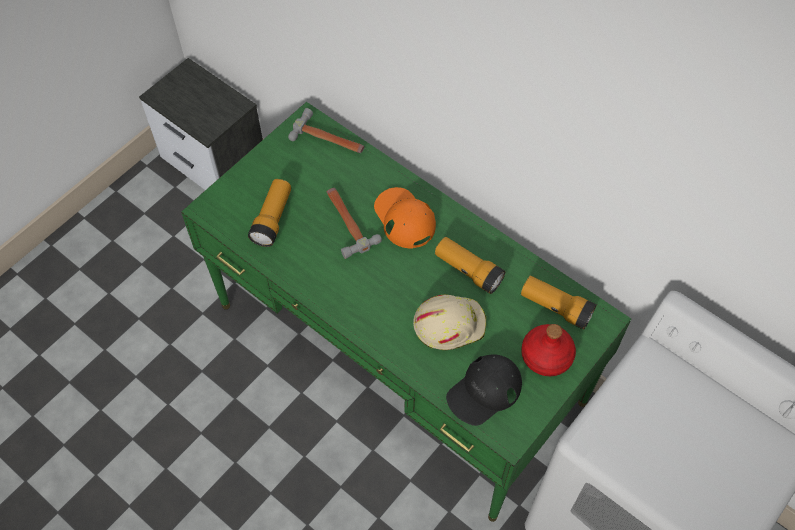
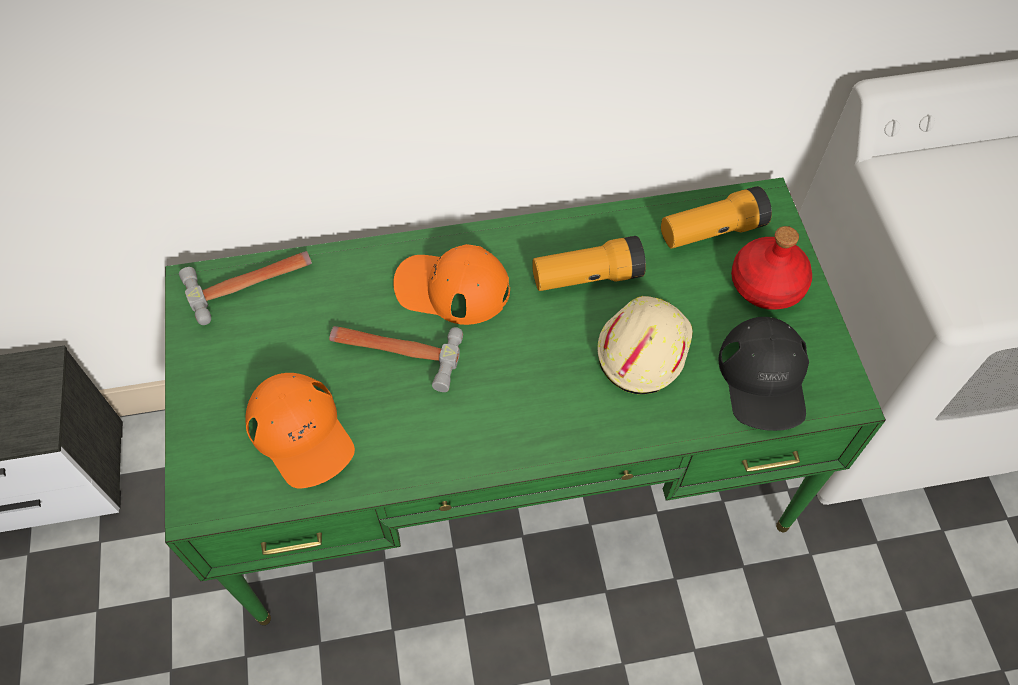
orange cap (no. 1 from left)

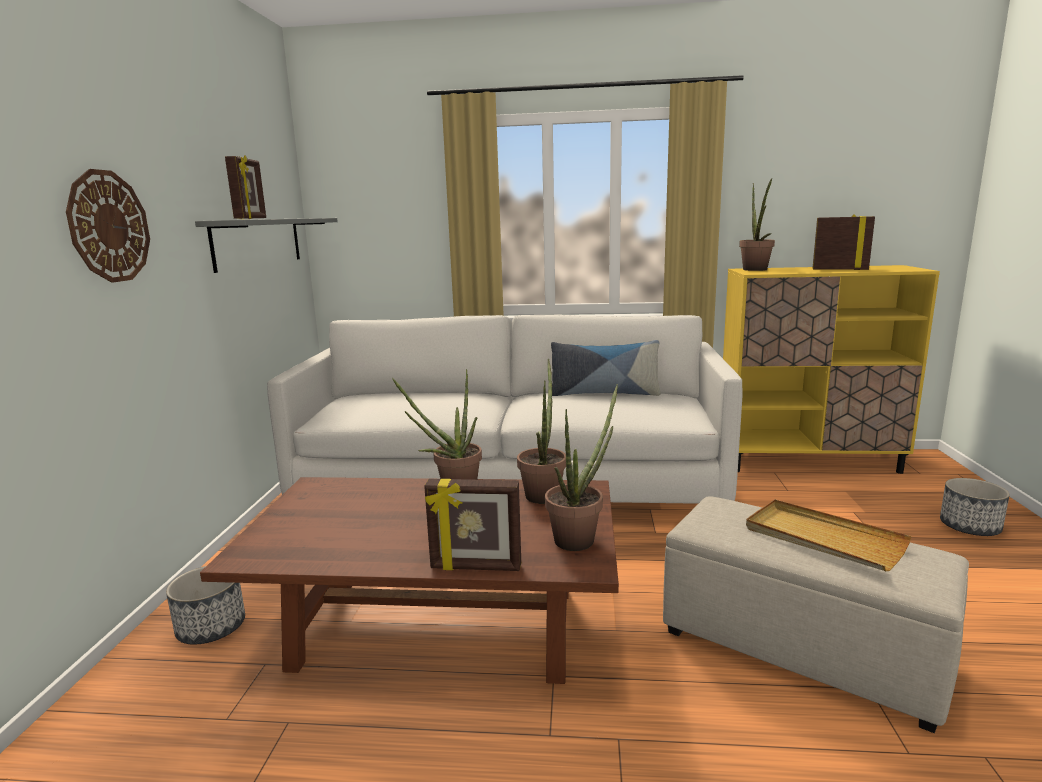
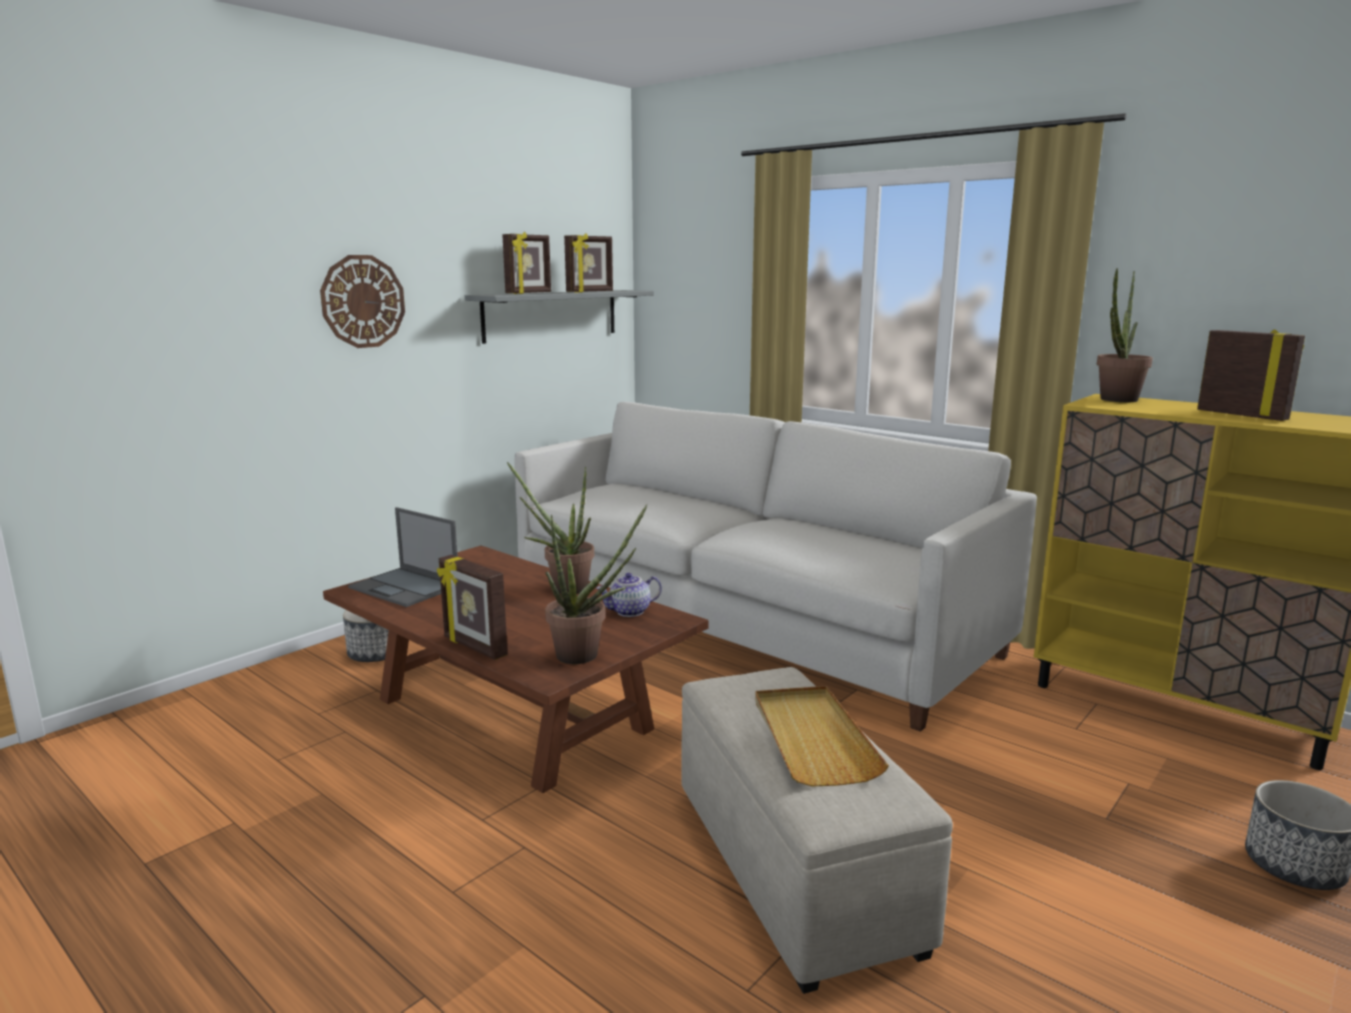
laptop
picture frame (no. 3 from left)
teapot
pillow

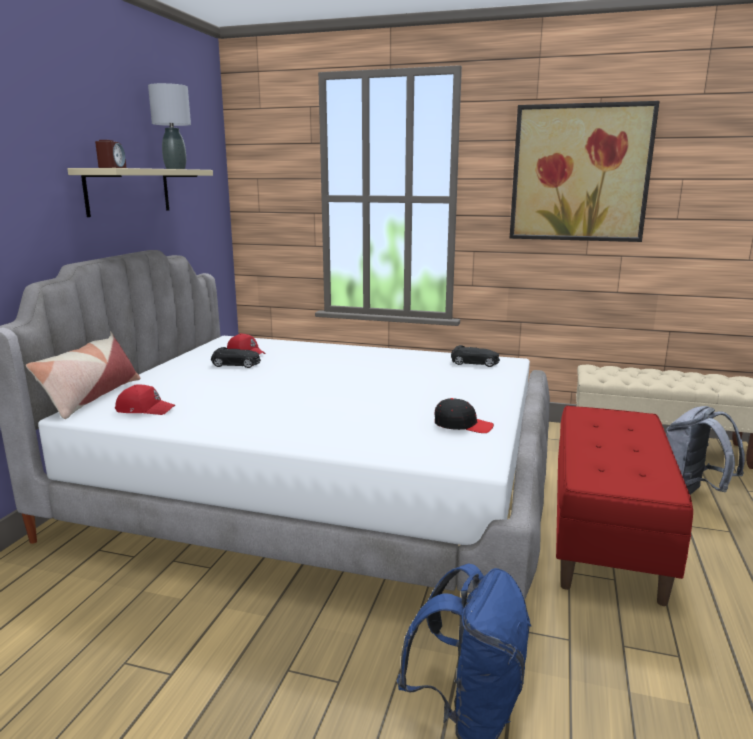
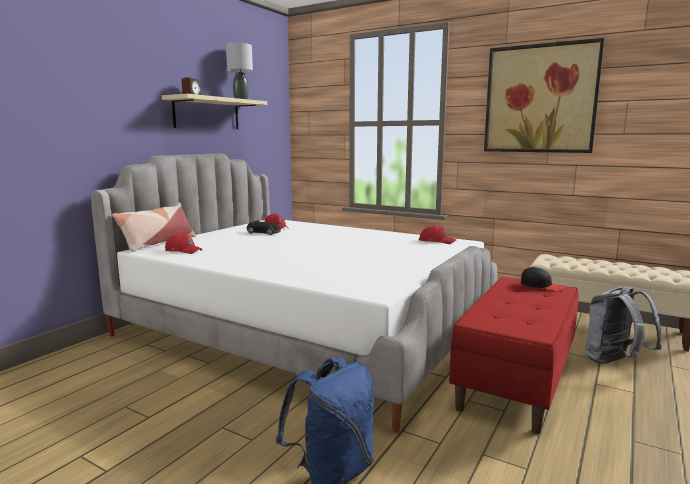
red cap (no. 3 from left)
black cap

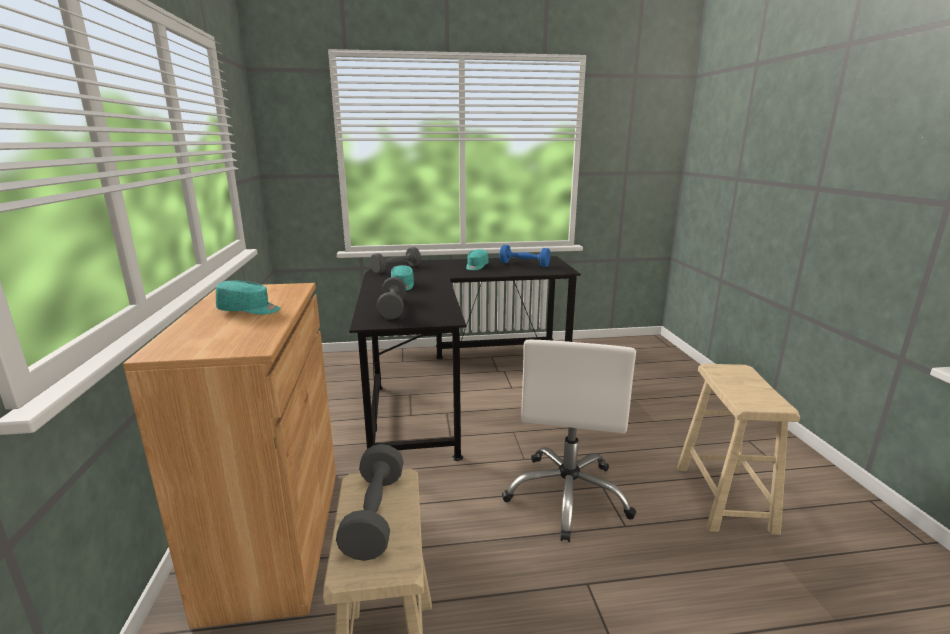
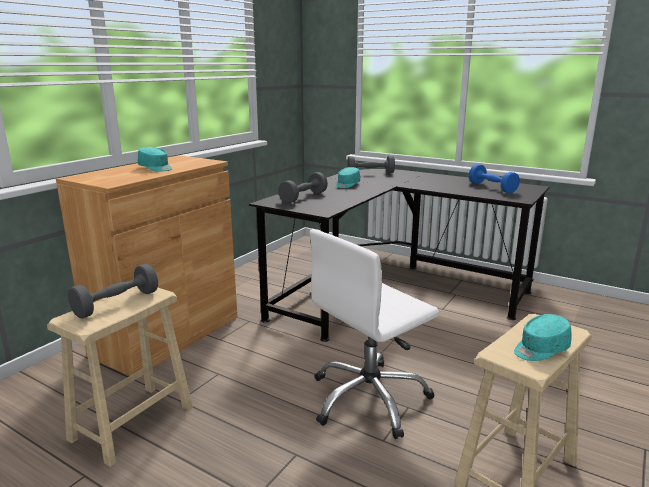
turquoise cap (no. 3 from left)

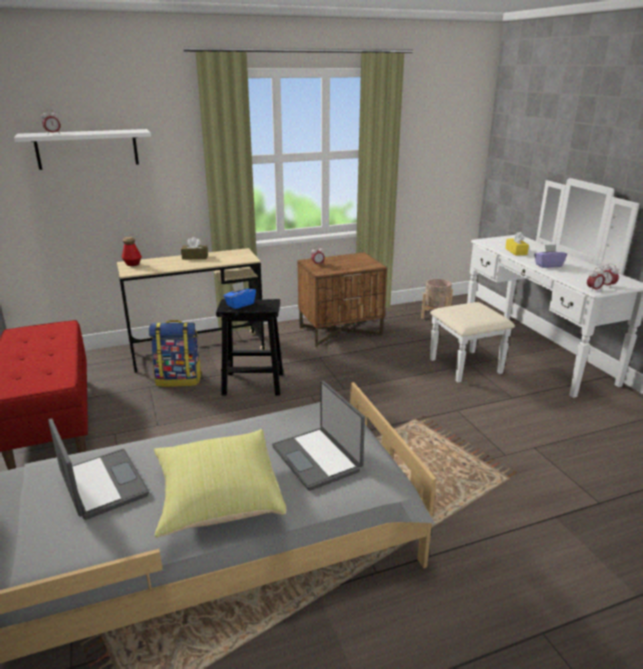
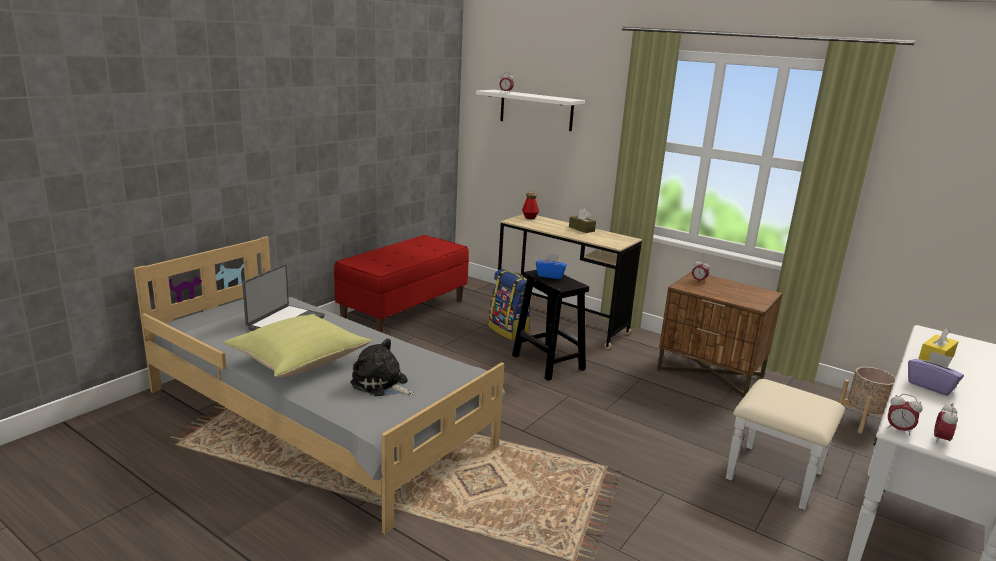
plush toy

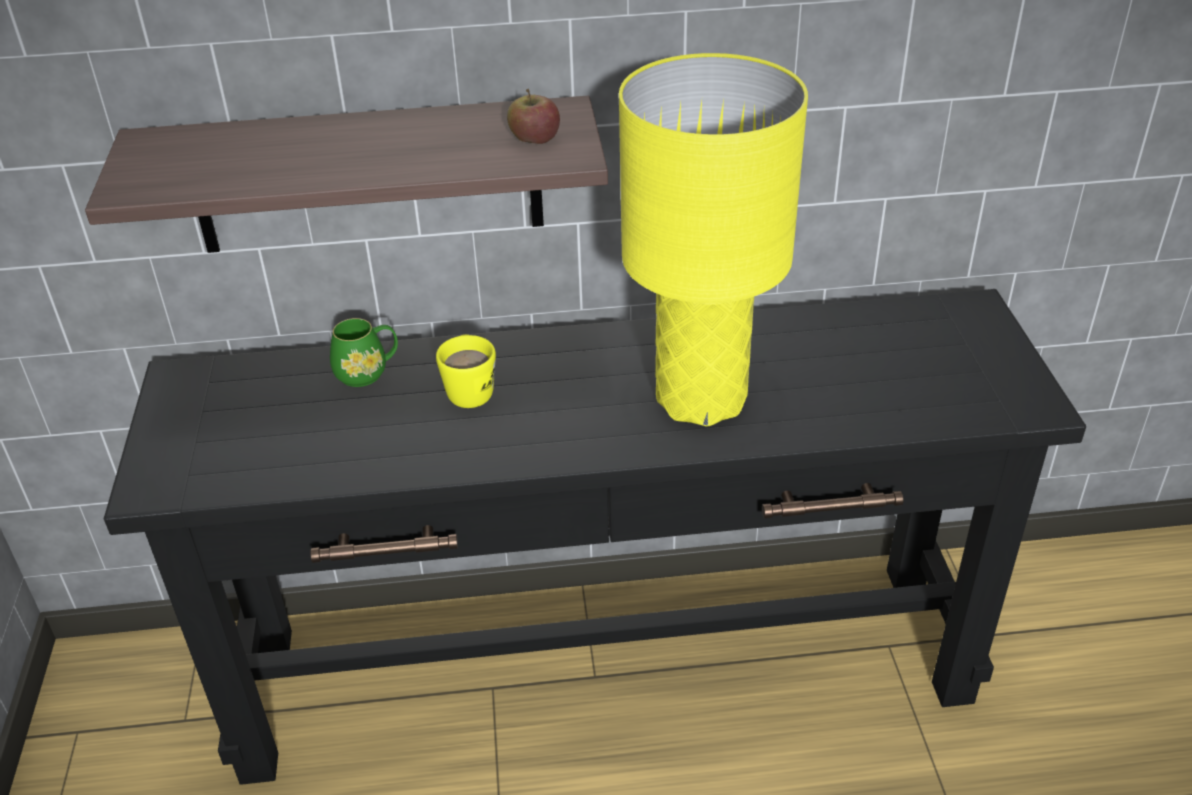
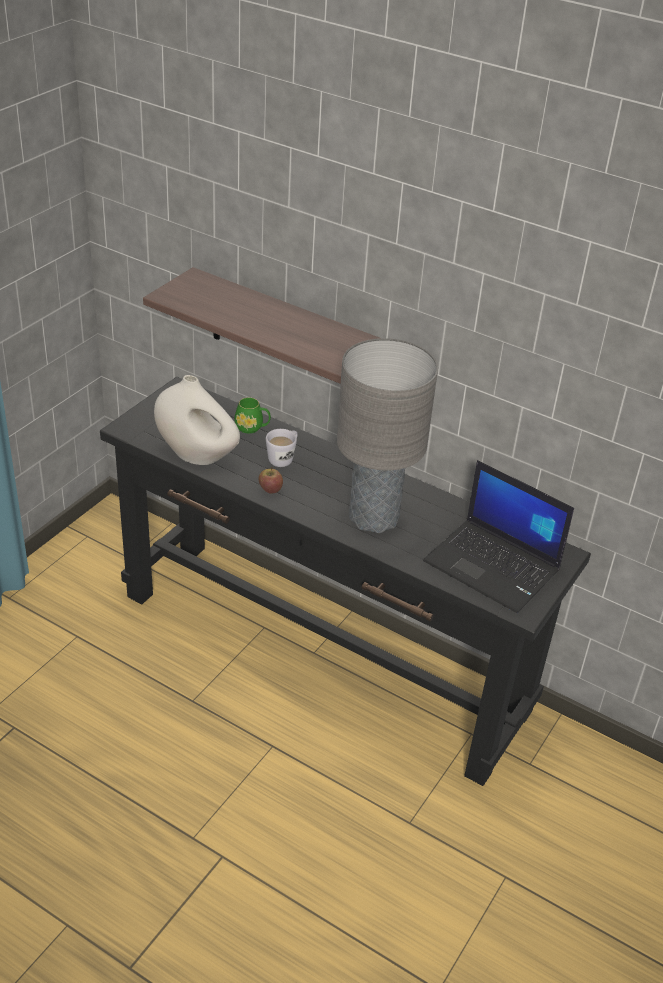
white vase
apple
white mug
grey table lamp
laptop

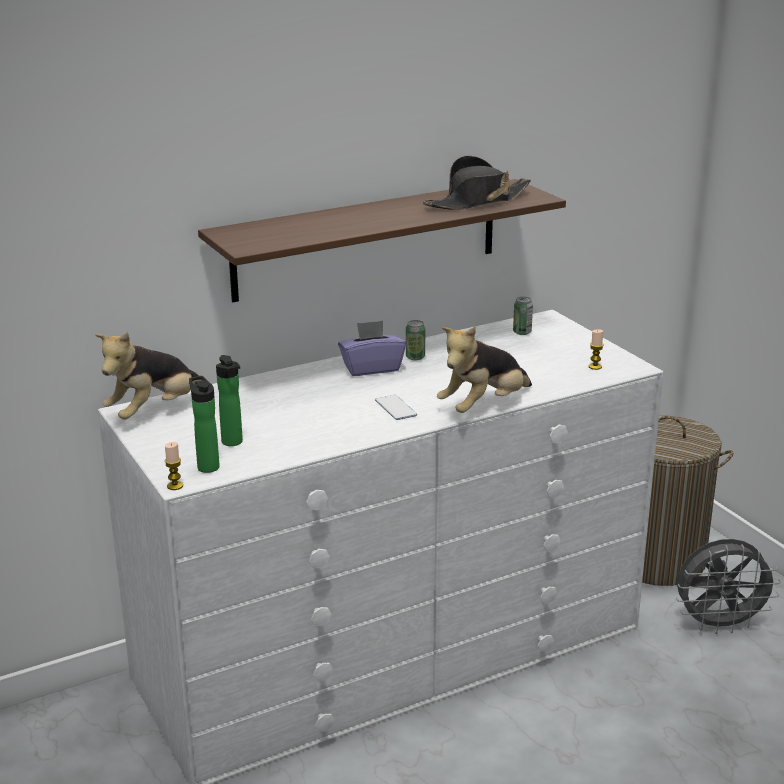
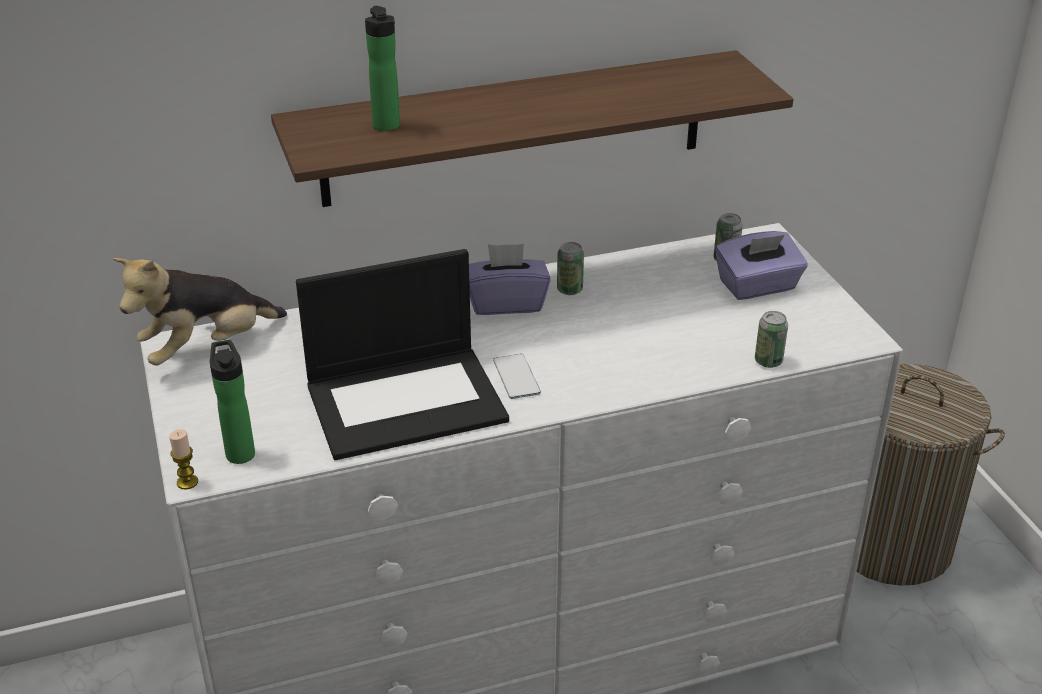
laptop
bottle (no. 2 from left)
purple tissue box (no. 2 from left)
can (no. 3 from left)
black hat
plush toy (no. 2 from left in the first image)
candle (no. 2 from left in the first image)
grey fan

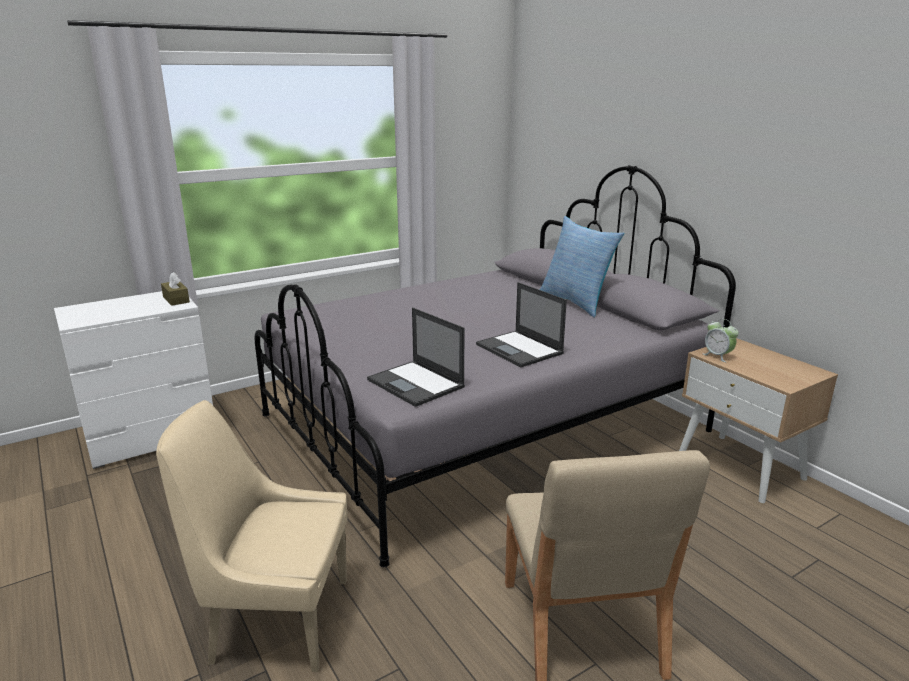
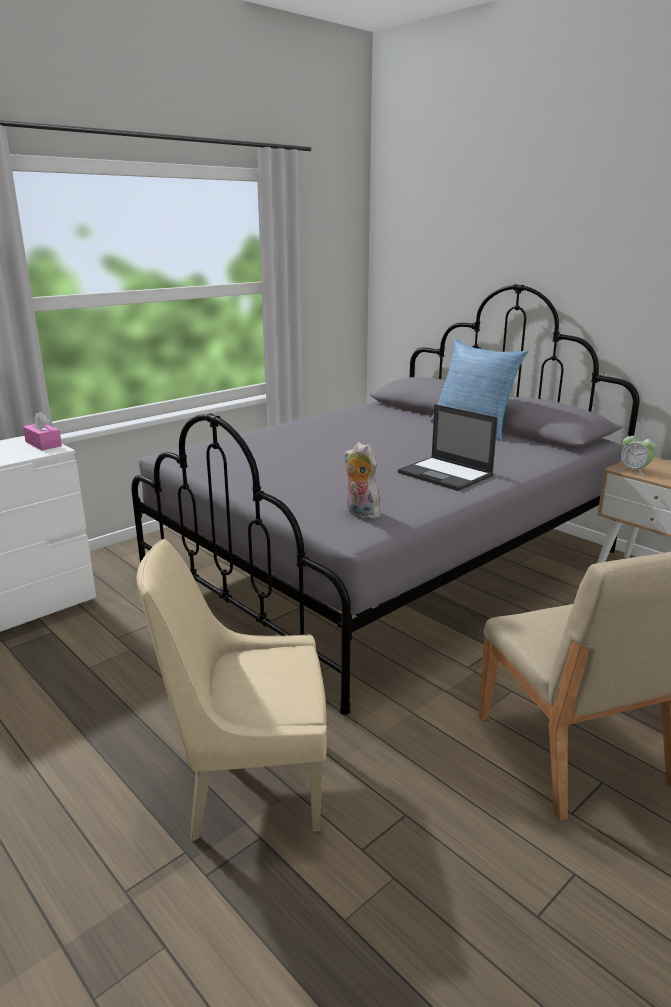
pink tissue box
plush toy

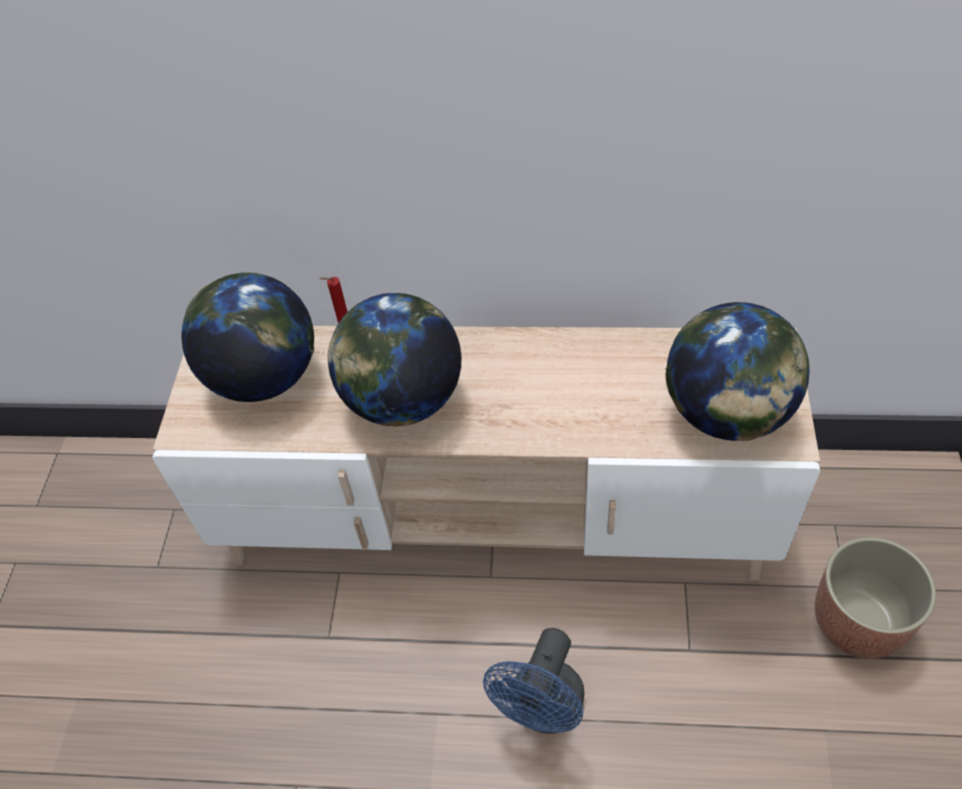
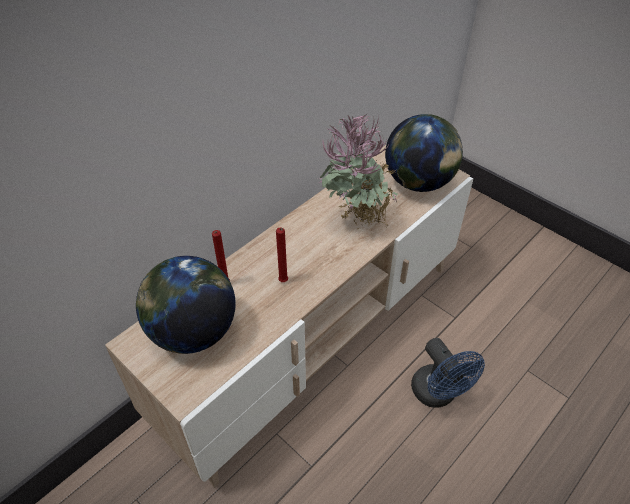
red candle (no. 2 from left)
potted plant
planter

